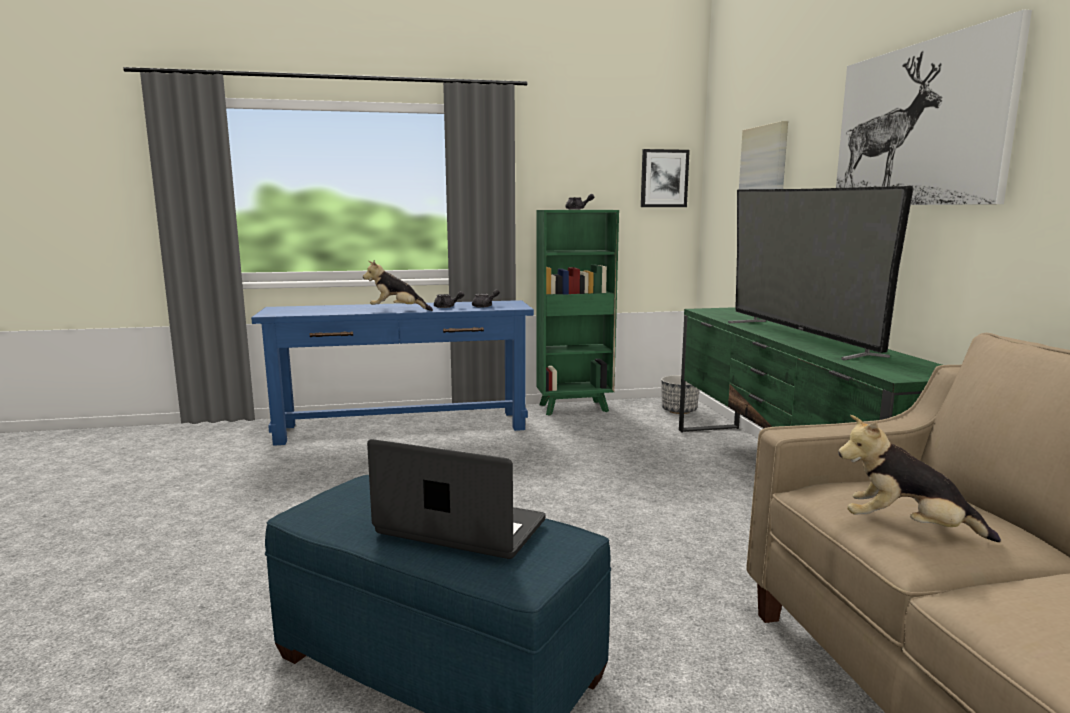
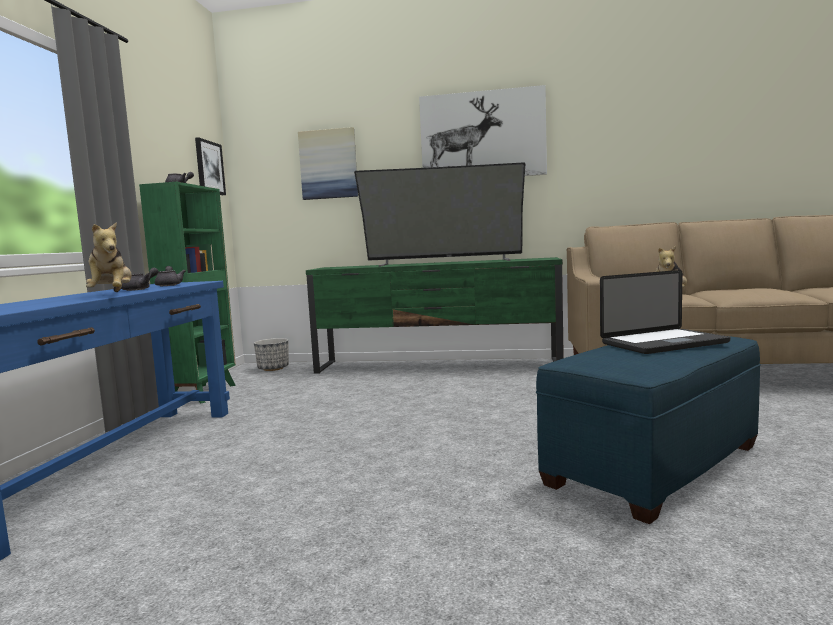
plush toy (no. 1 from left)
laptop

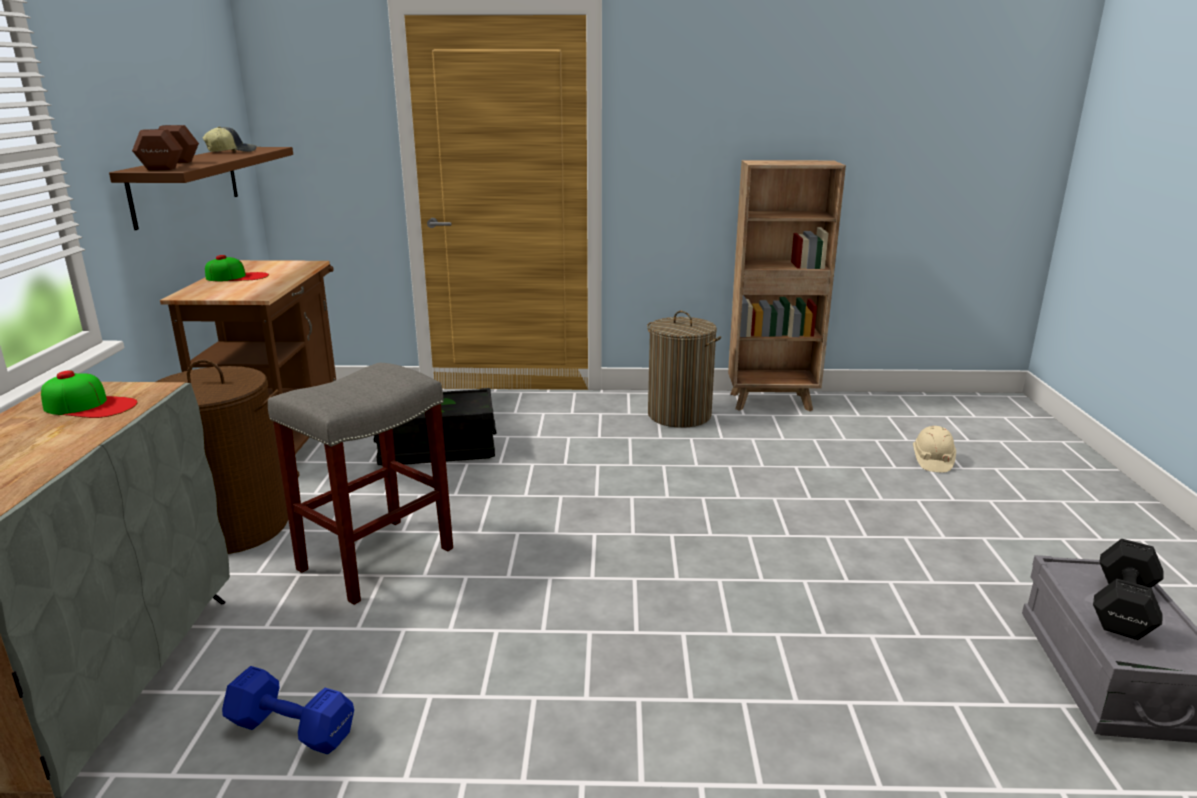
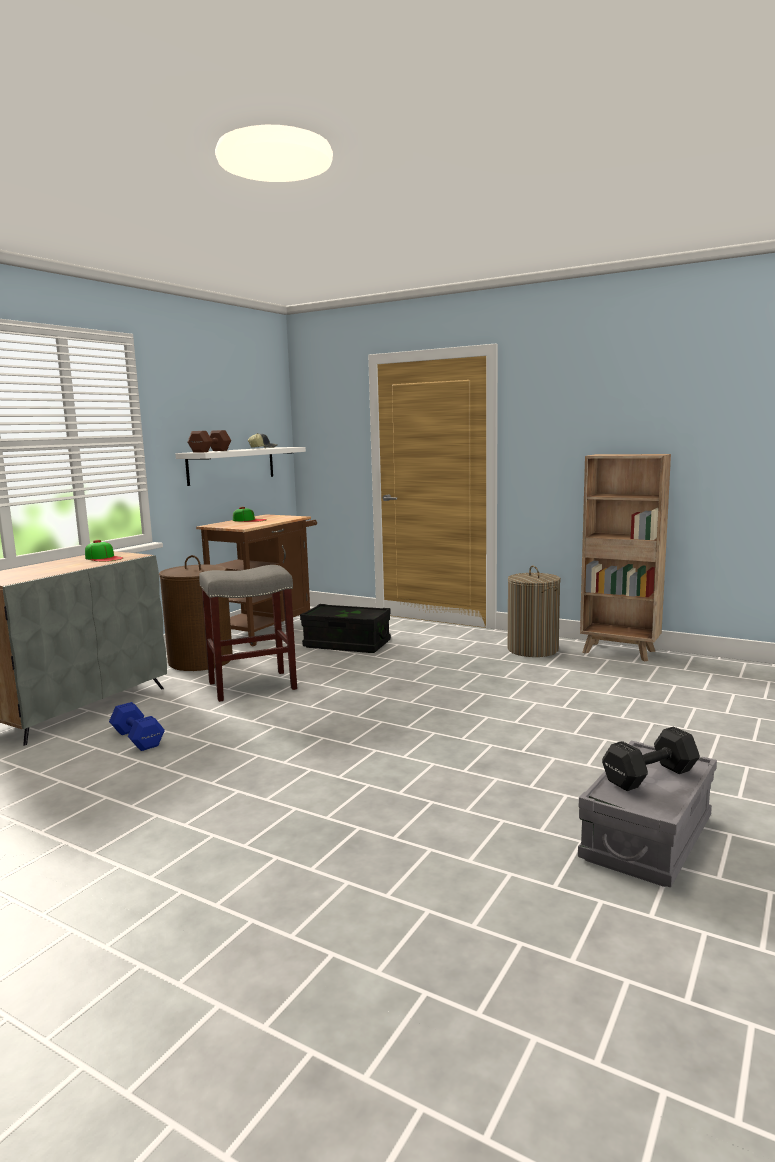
white shelf
beige hard hat

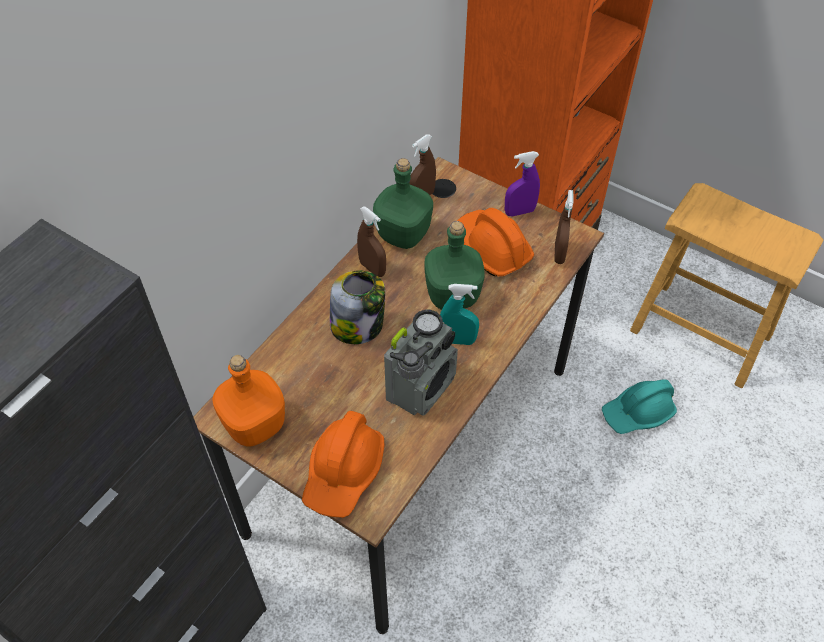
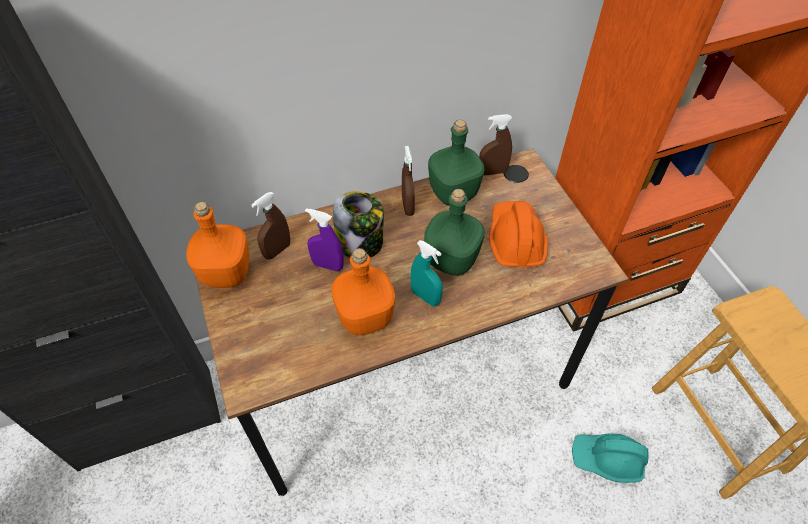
brown spray bottle (no. 1 from left)
purple spray bottle
orange bottle (no. 2 from left)
orange hard hat (no. 1 from left in the first image)

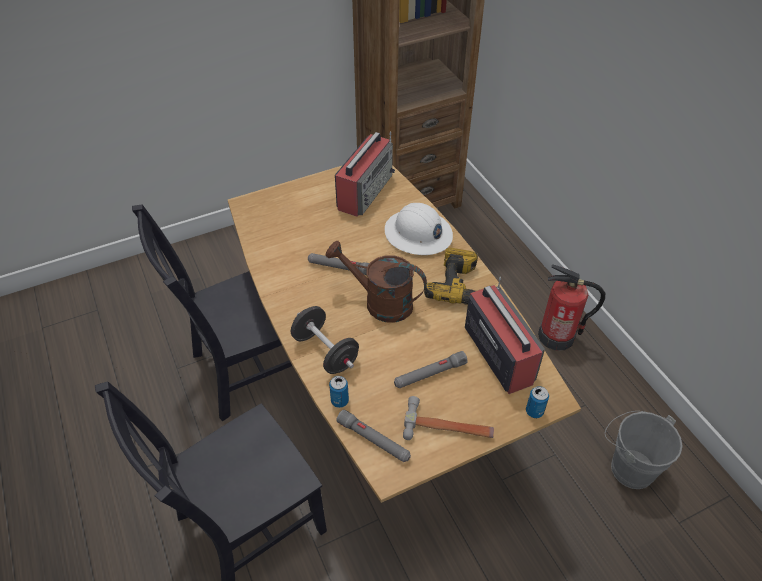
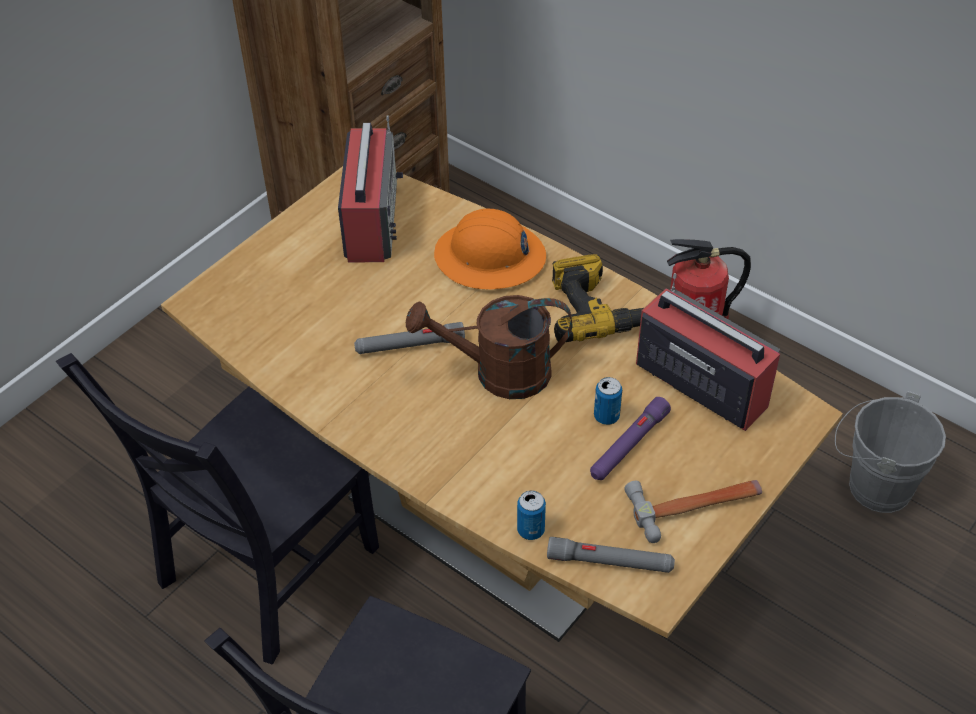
orange hard hat
purple flashlight
can (no. 2 from left)
black dumbbell

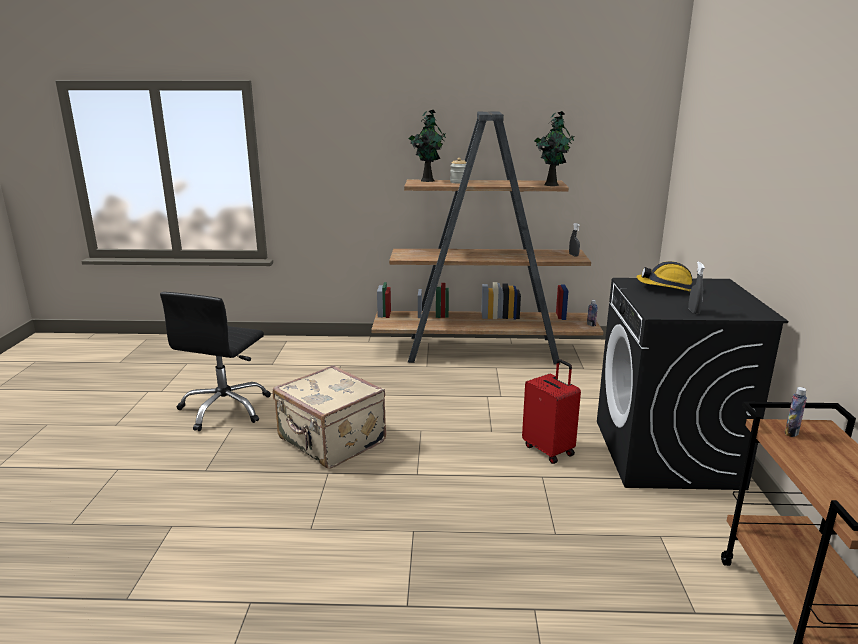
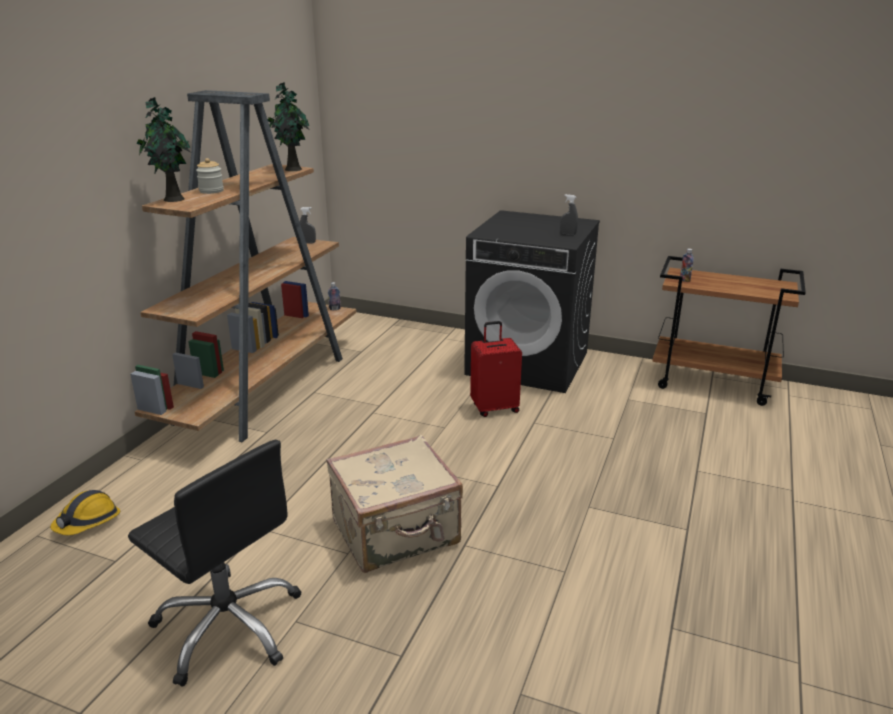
hard hat

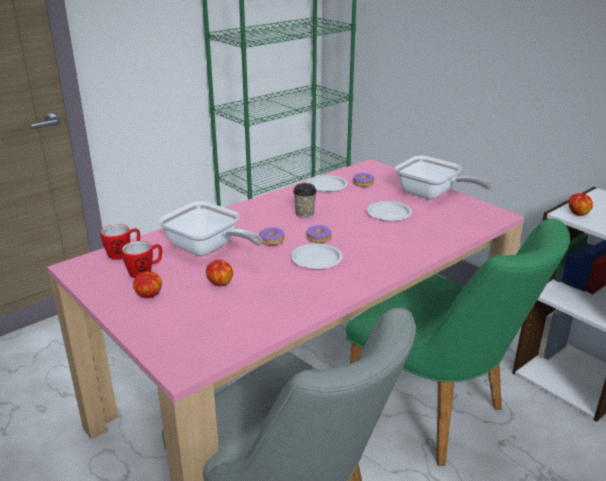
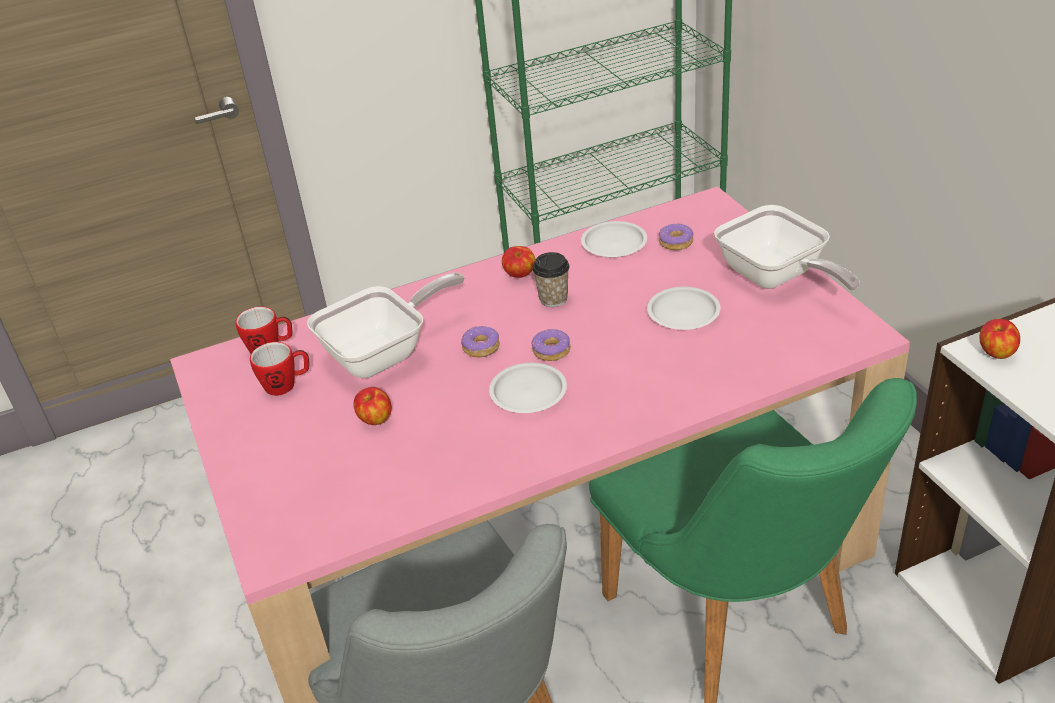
frying pan (no. 1 from left)
apple (no. 2 from left)

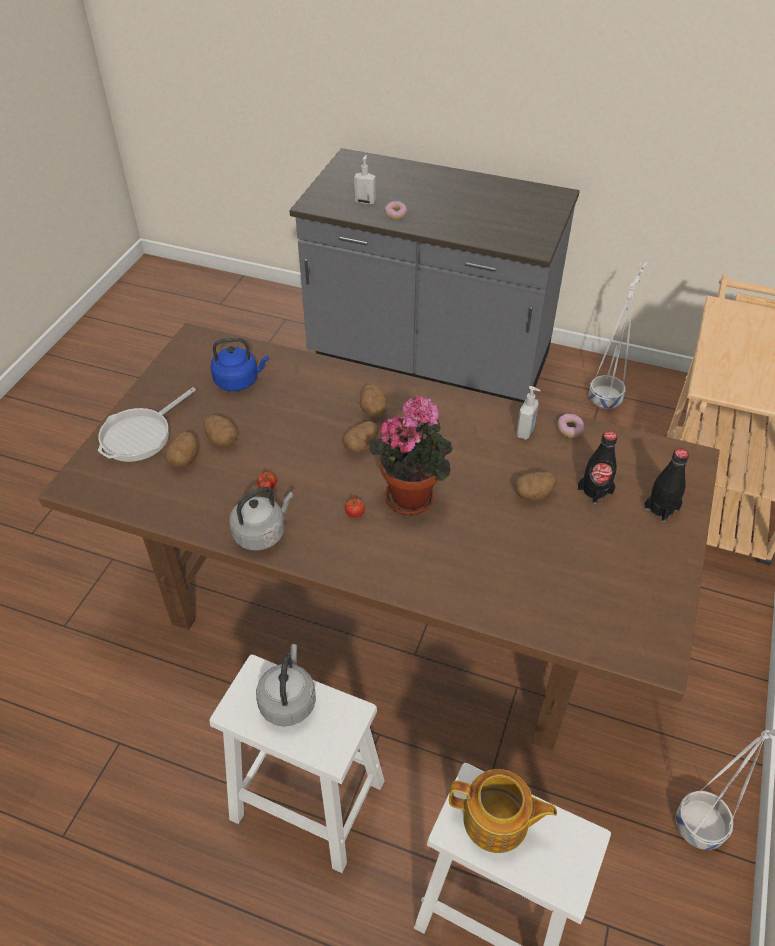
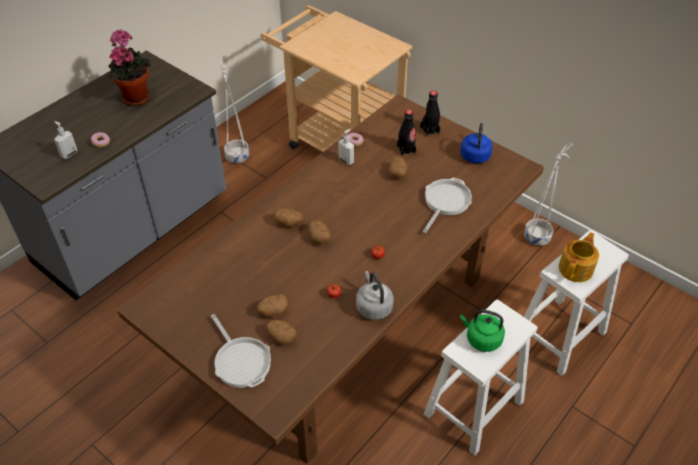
potted plant
frying pan (no. 2 from left)
blue kettle
green kettle

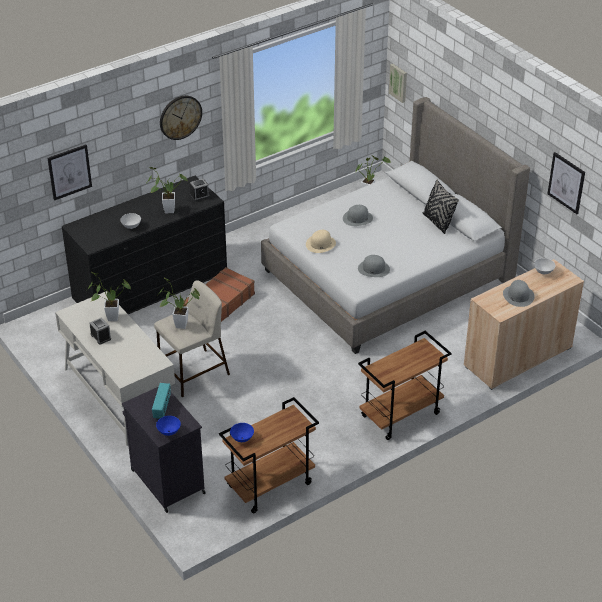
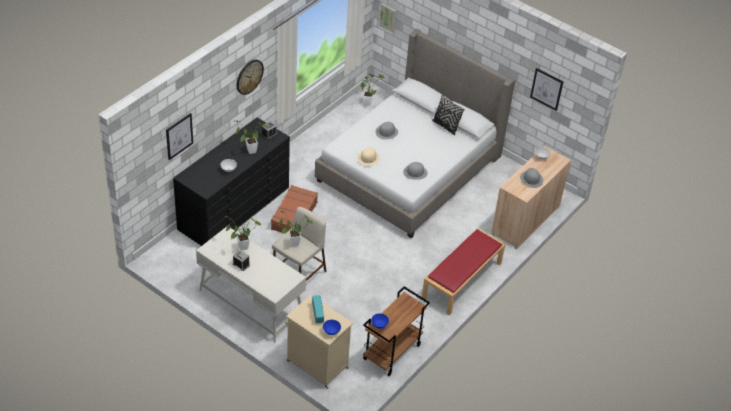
beige cabinet (no. 1 from left)
red bench

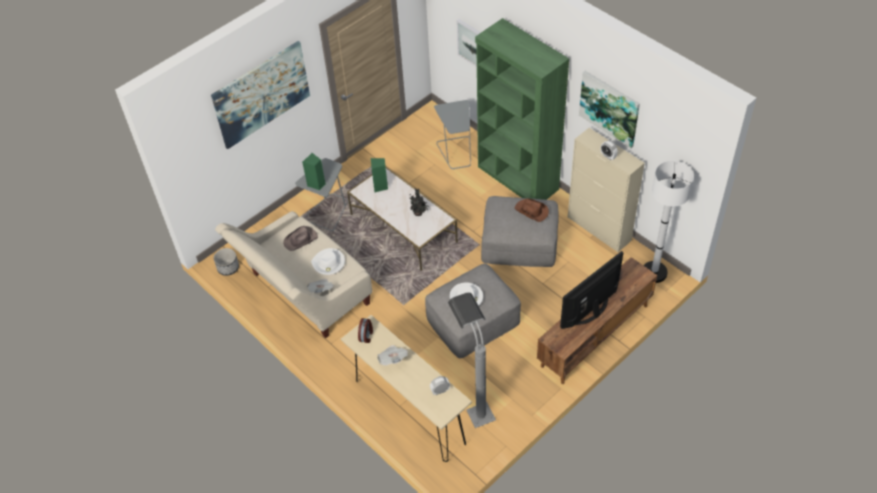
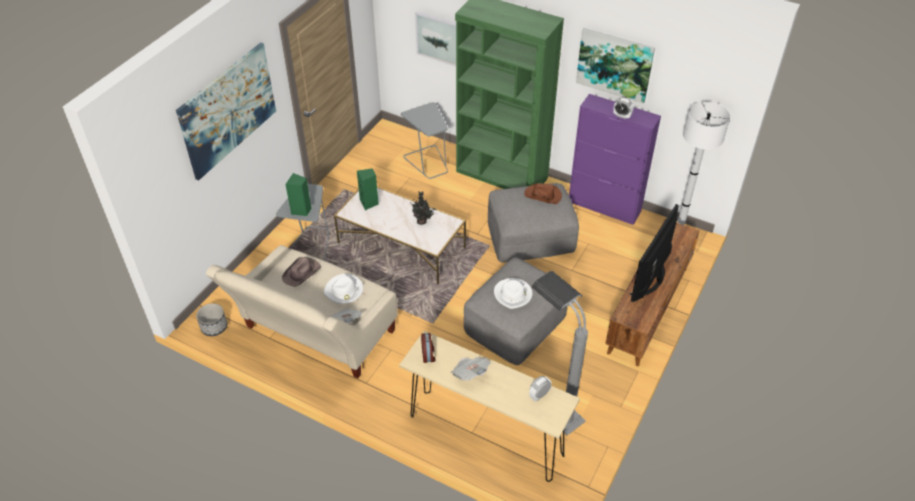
purple cabinet

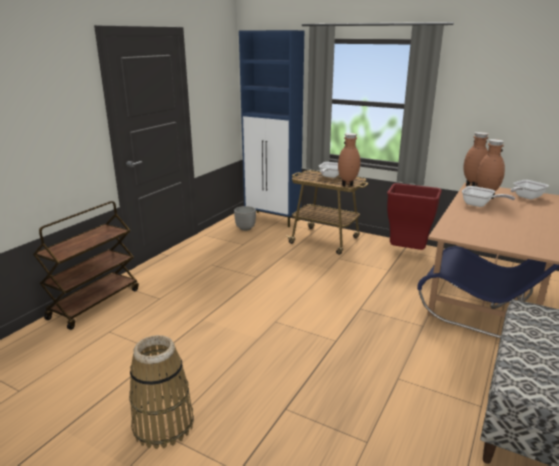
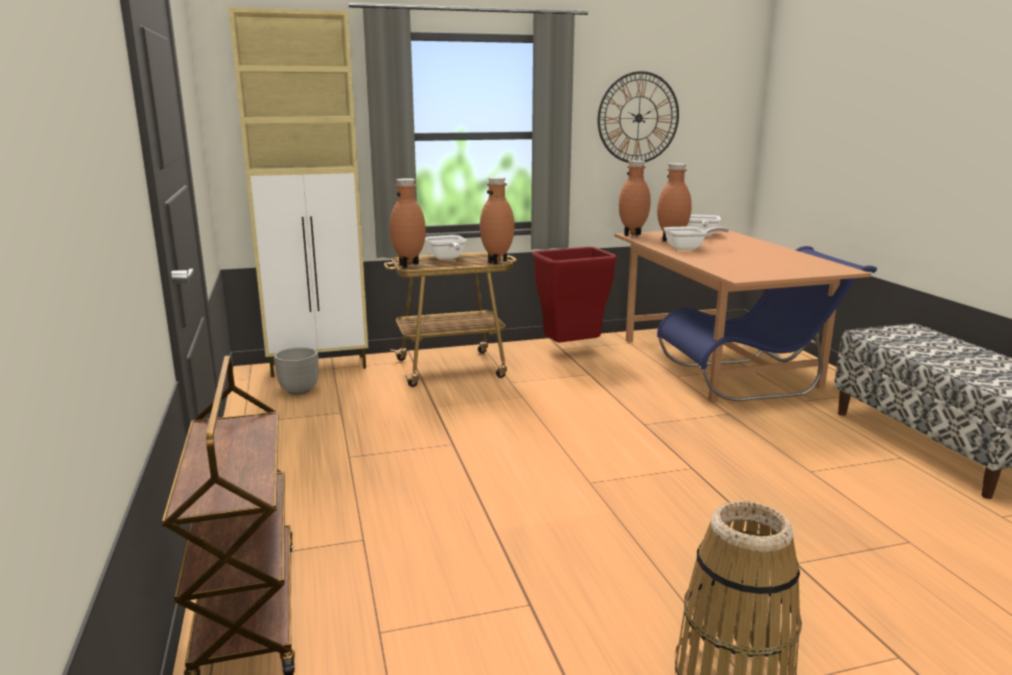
beige cabinet
brown vase (no. 1 from left)
wall clock

